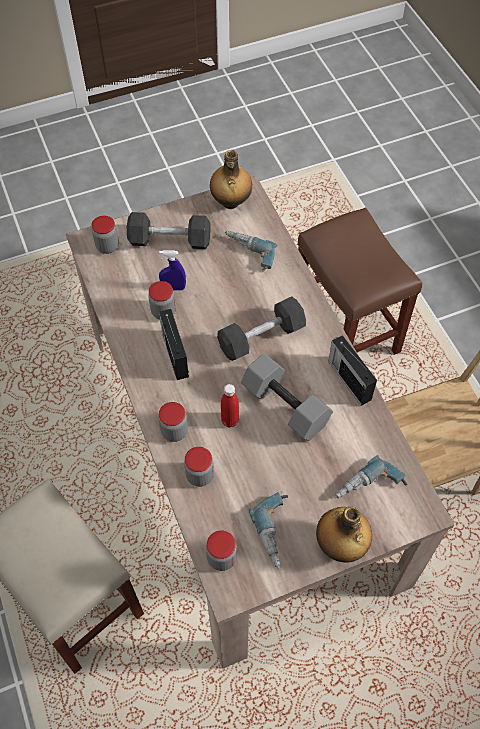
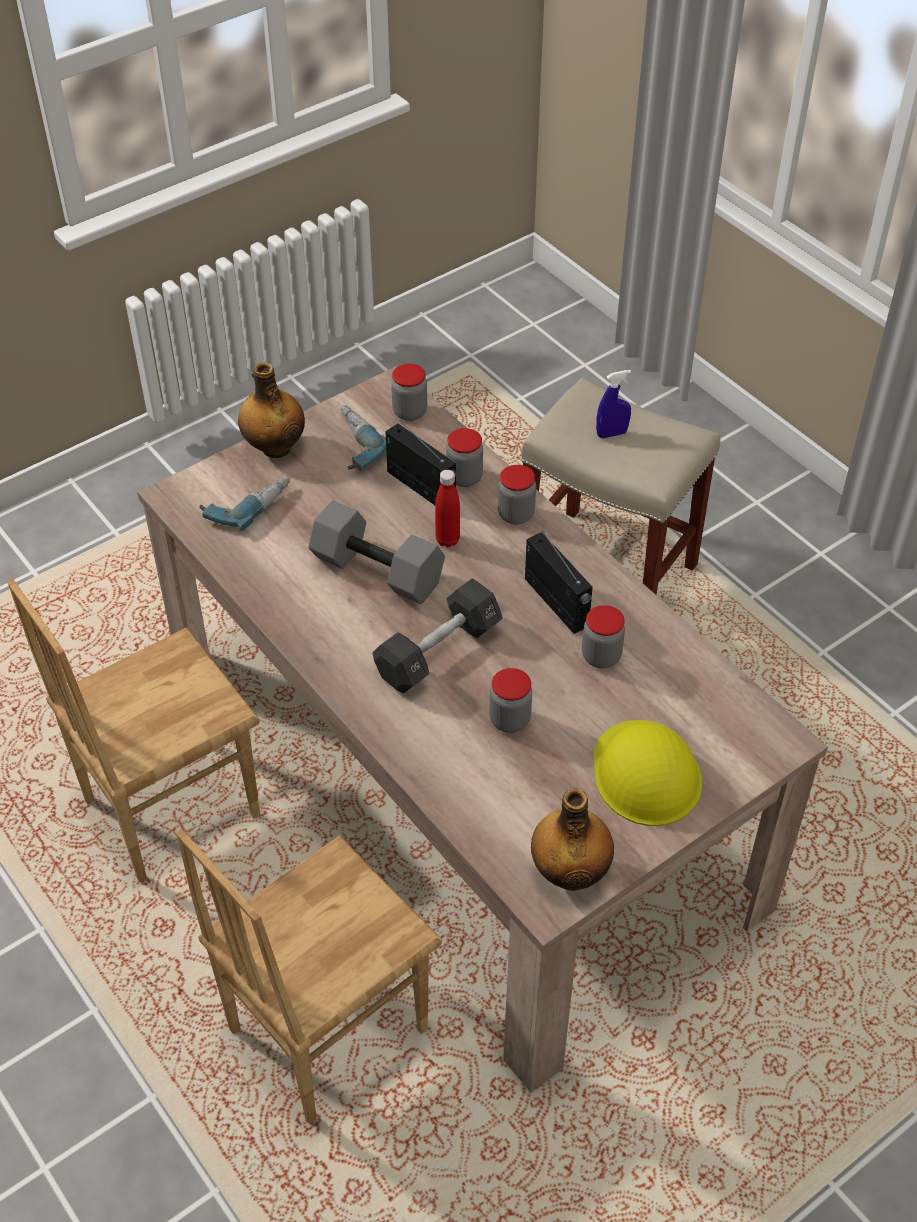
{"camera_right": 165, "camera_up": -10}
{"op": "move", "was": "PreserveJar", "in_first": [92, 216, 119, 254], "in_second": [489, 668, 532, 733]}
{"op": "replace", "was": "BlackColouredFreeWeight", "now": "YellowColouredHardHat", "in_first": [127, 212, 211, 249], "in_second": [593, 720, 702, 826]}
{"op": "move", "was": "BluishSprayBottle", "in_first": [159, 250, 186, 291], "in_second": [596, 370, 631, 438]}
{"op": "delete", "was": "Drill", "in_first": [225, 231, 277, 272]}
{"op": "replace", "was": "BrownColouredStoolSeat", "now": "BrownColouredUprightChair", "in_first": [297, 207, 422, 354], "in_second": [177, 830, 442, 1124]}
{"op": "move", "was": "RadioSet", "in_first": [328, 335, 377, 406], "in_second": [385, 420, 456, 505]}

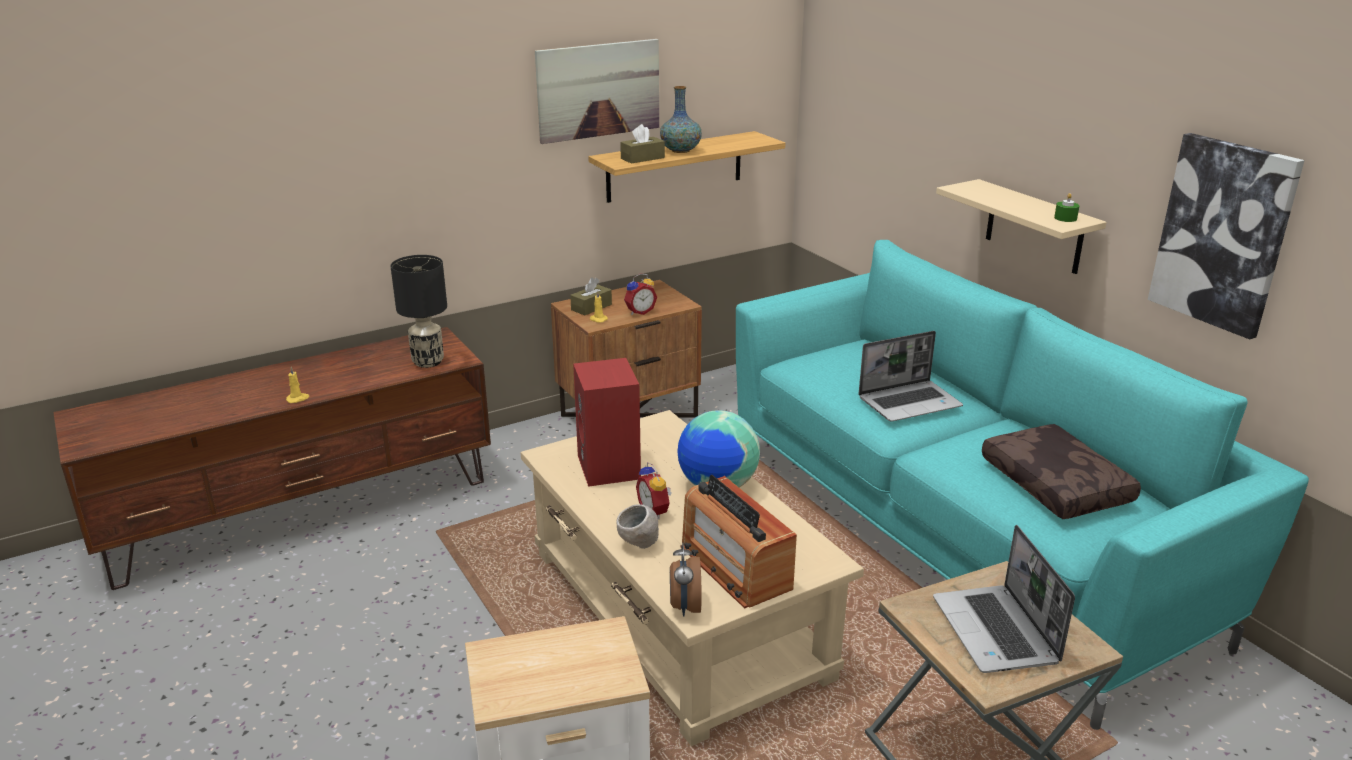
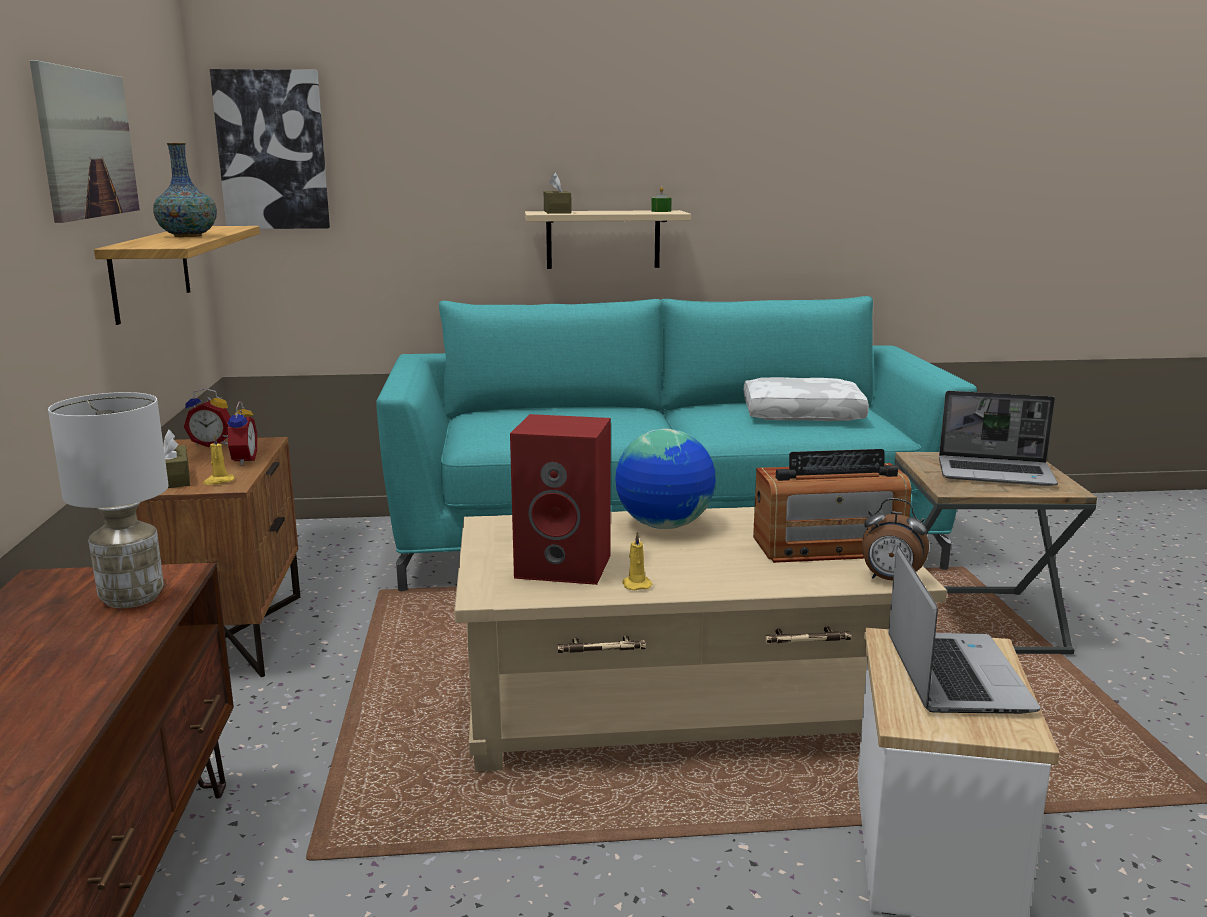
{"camera_right": -65, "camera_up": -10}
{"op": "move", "was": "YellowColouredWaxCandle", "in_first": [286, 367, 309, 403], "in_second": [623, 532, 653, 590]}
{"op": "recolor", "was": "BlackColouredTabletopLamp", "now": "WhitishTabletopLamp", "in_first": [391, 255, 447, 368], "in_second": [48, 392, 168, 608]}
{"op": "delete", "was": "GrayServingBowl", "in_first": [616, 504, 659, 549]}
{"op": "move", "was": "BrownColouredBoxOfTissues", "in_first": [620, 124, 665, 164], "in_second": [544, 172, 572, 214]}
{"op": "move", "was": "TableClock", "in_first": [636, 462, 672, 519], "in_second": [184, 388, 231, 447]}
{"op": "move", "was": "NotebookComputer", "in_first": [858, 331, 963, 421], "in_second": [889, 546, 1041, 714]}
{"op": "recolor", "was": "BrownColouredThrowPillow", "now": "WhitishThrowPillow", "in_first": [982, 424, 1141, 519], "in_second": [744, 377, 869, 421]}
{"op": "move", "was": "WallPicture", "in_first": [1148, 133, 1305, 339], "in_second": [210, 69, 330, 229]}

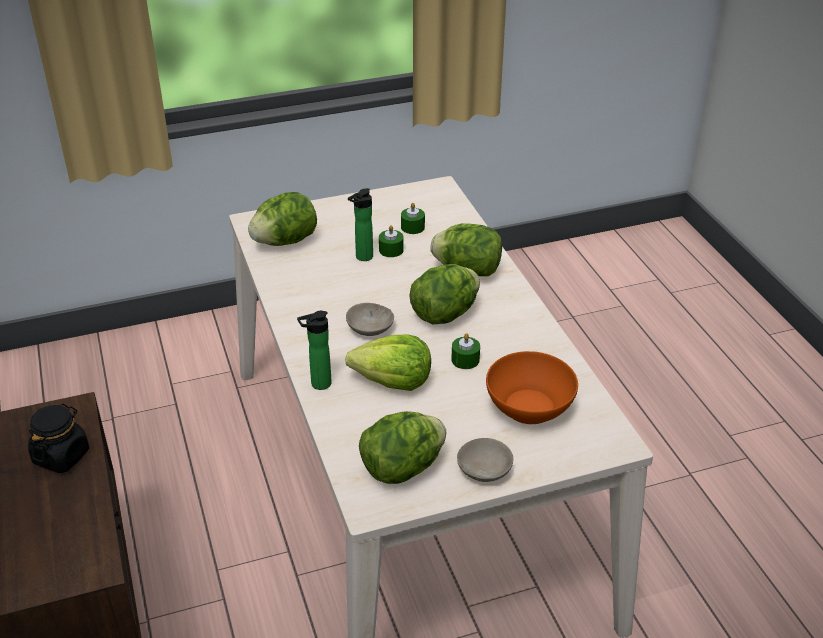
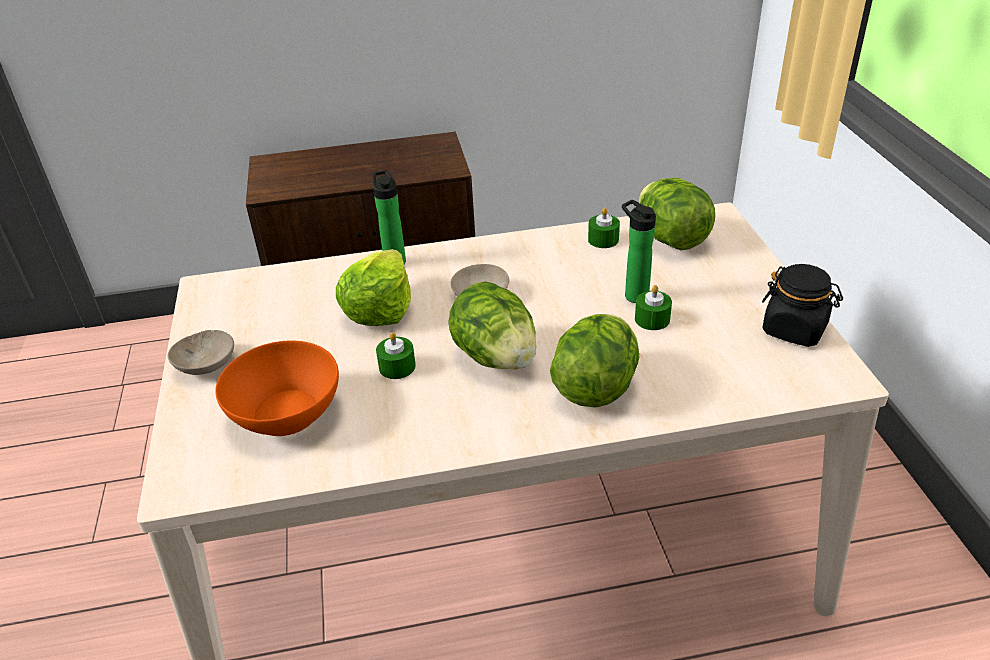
{"camera_right": 100, "camera_up": 0}
{"op": "move", "was": "BlackColouredPreserveJar", "in_first": [28, 404, 89, 473], "in_second": [762, 264, 843, 347]}
{"op": "delete", "was": "Lettuce", "in_first": [359, 411, 447, 484]}
{"op": "move", "was": "GreenColouredWaxCandle", "in_first": [401, 203, 425, 234], "in_second": [588, 208, 620, 248]}

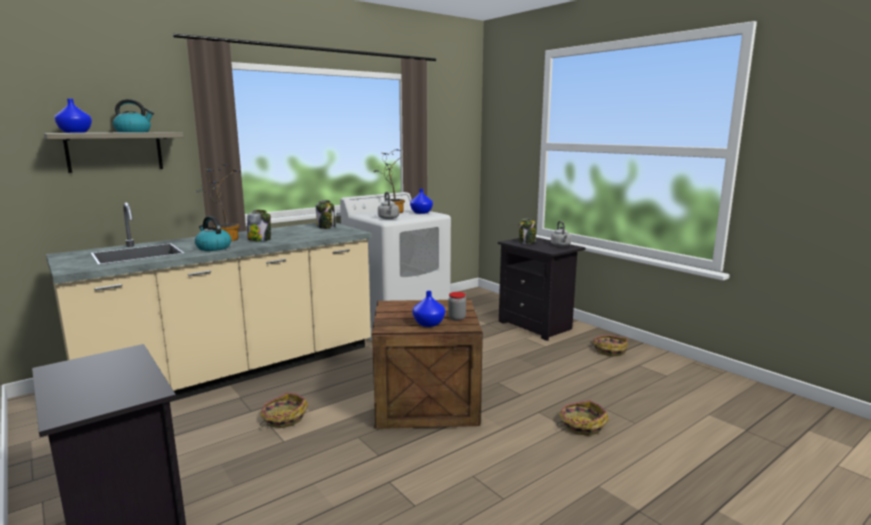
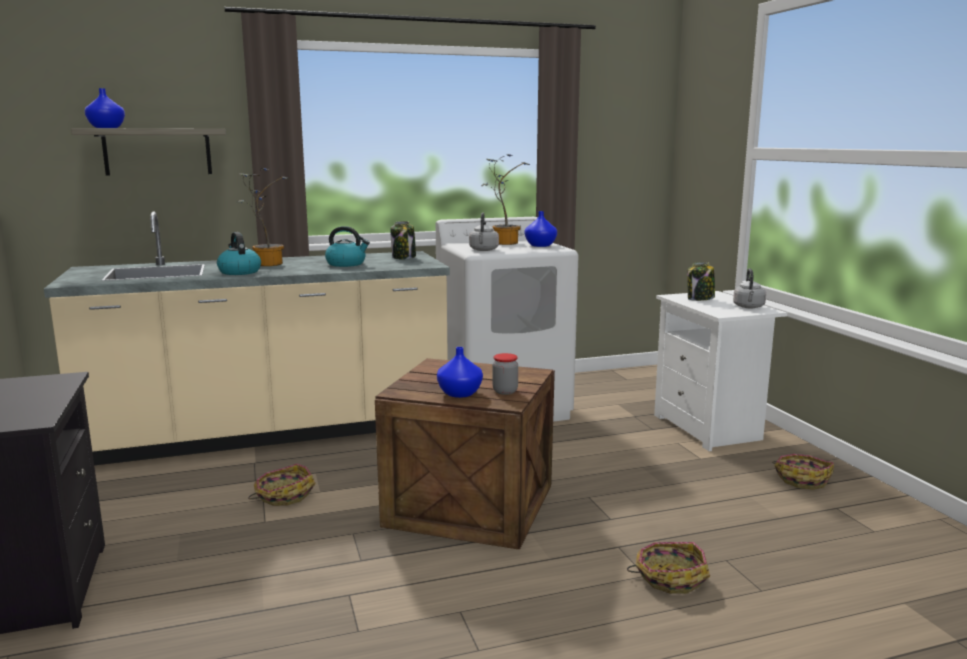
{"camera_right": 20, "camera_up": 0}
{"op": "move", "was": "TeaKettle", "in_first": [113, 99, 154, 132], "in_second": [325, 226, 370, 267]}
{"op": "delete", "was": "PreserveJar", "in_first": [247, 210, 271, 241]}
{"op": "recolor", "was": "BlackColouredBedsideTable", "now": "WhitishBedsideTable", "in_first": [498, 237, 586, 341], "in_second": [654, 291, 787, 451]}

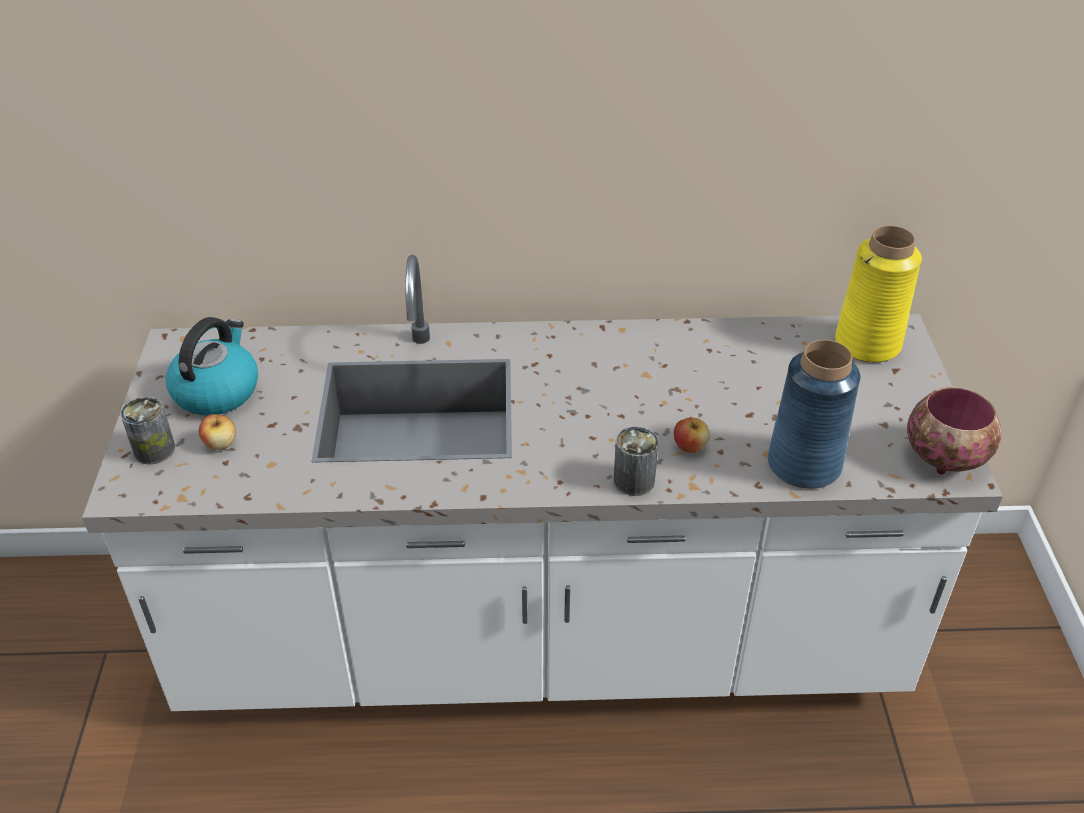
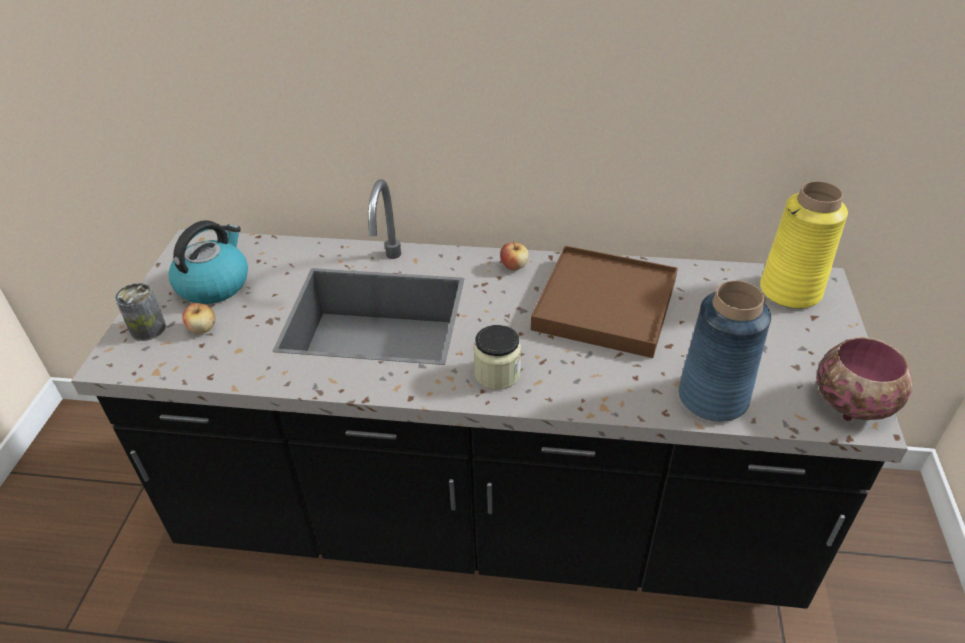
{"camera_right": 10, "camera_up": 0}
{"op": "recolor", "was": "WhitishKitchenCounter", "now": "BlackColouredKitchenCounter", "in_first": [82, 255, 1003, 711], "in_second": [71, 179, 908, 609]}
{"op": "delete", "was": "SealedCan", "in_first": [613, 427, 659, 496]}
{"op": "move", "was": "AppleFruit", "in_first": [674, 417, 710, 453], "in_second": [500, 241, 529, 270]}
{"op": "insert", "now": "PreserveJar", "in_second": [474, 325, 521, 390]}
{"op": "insert", "now": "BrownColouredServingTray", "in_second": [531, 246, 678, 358]}

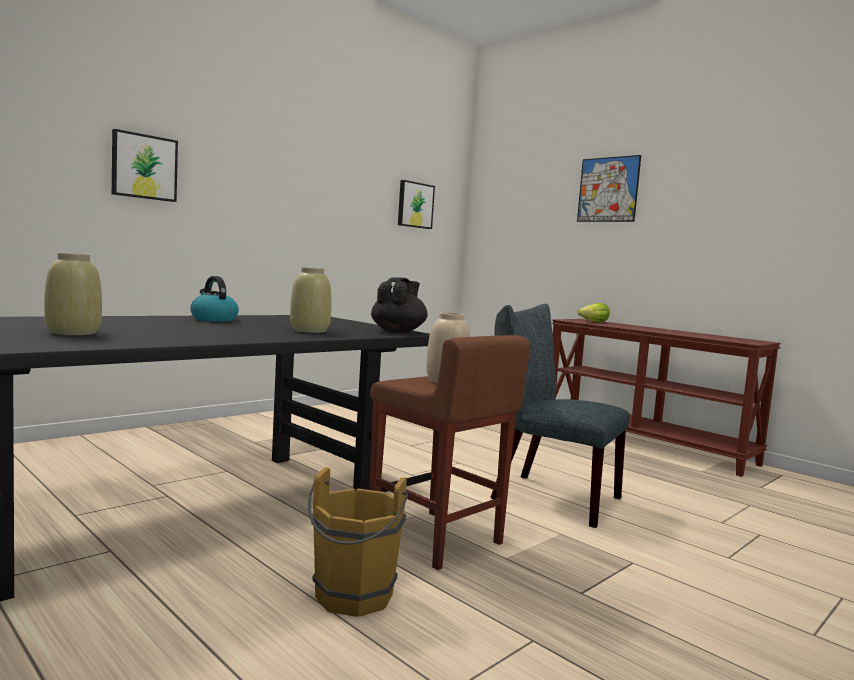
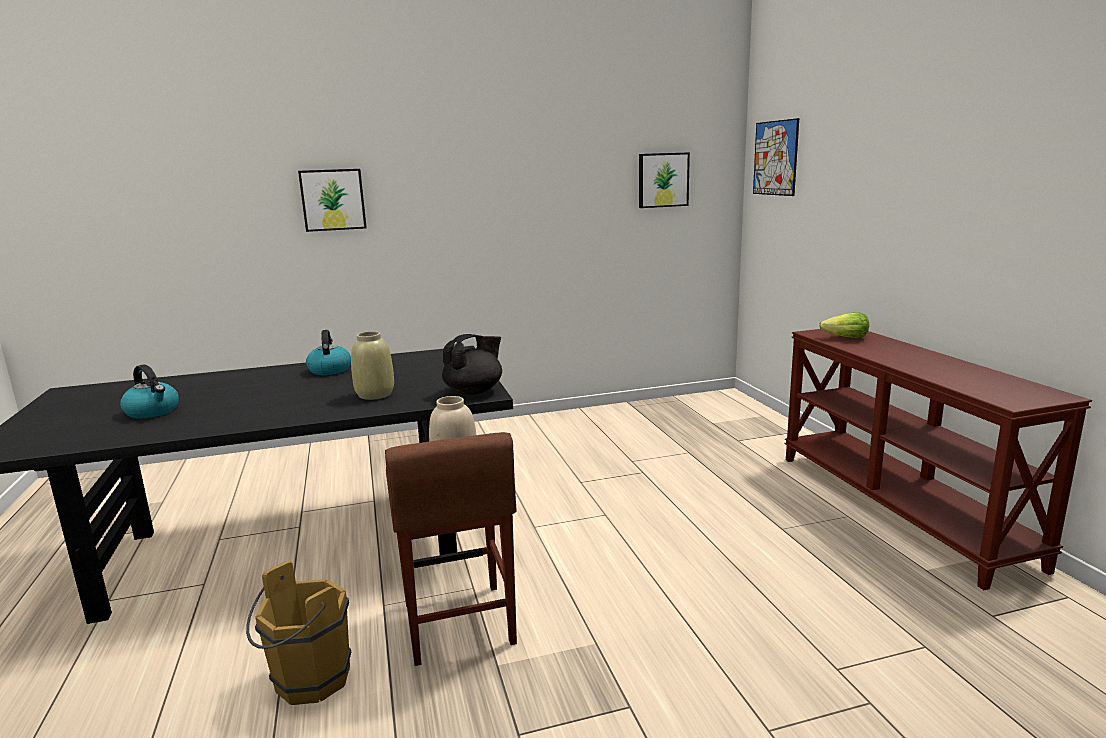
{"camera_right": 30, "camera_up": 10}
{"op": "replace", "was": "SandColouredDecorativeVase", "now": "TeaKettle", "in_first": [44, 253, 102, 335], "in_second": [120, 364, 179, 419]}
{"op": "delete", "was": "GrayUprightChair", "in_first": [491, 304, 630, 528]}
{"op": "move", "was": "WallPicture", "in_first": [577, 155, 641, 222], "in_second": [753, 118, 799, 196]}

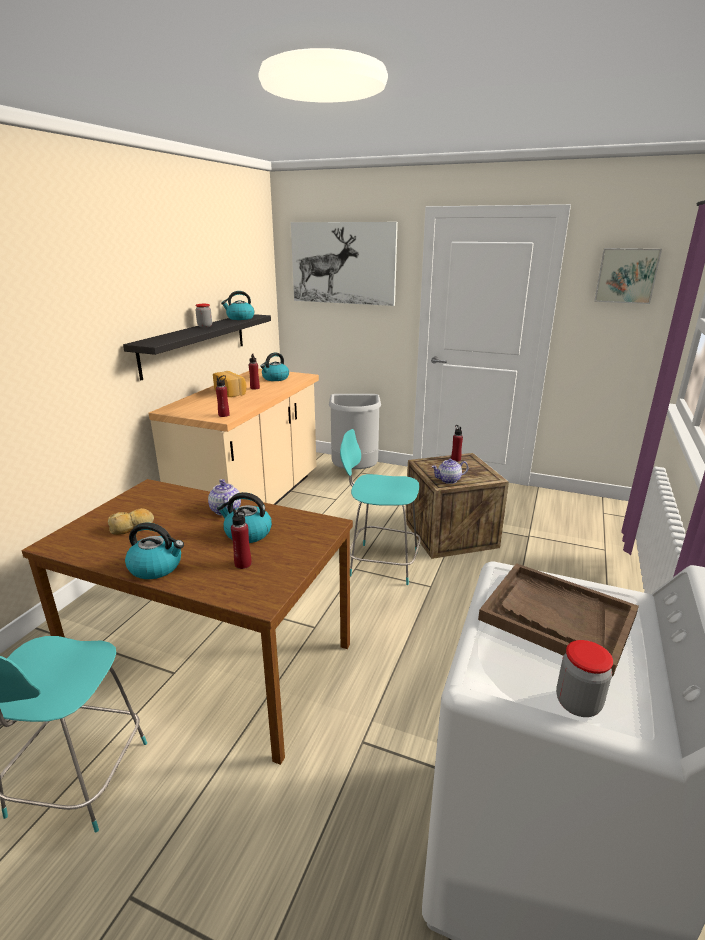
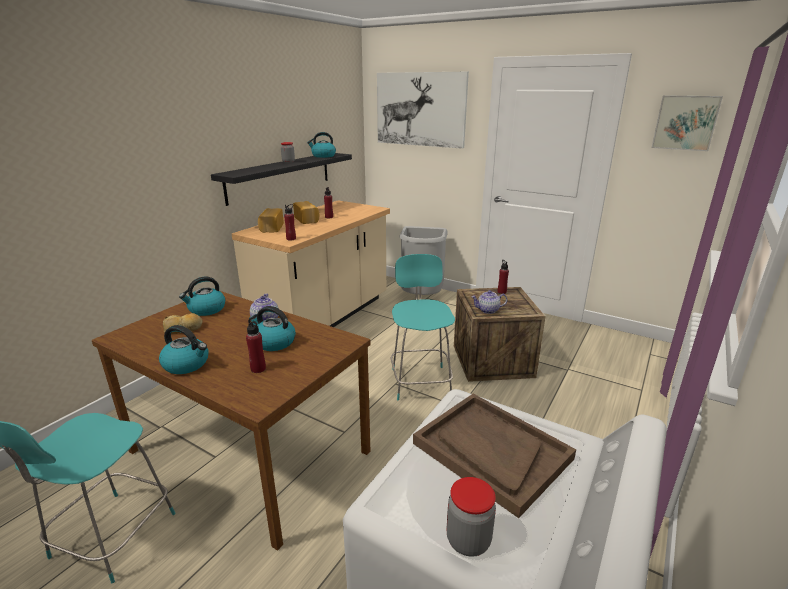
{"camera_right": 10, "camera_up": 0}
{"op": "move", "was": "TeaKettle", "in_first": [260, 352, 289, 381], "in_second": [179, 277, 225, 316]}
{"op": "rotate", "was": "BlueGreenUprightChair", "in_first": [340, 429, 421, 585], "in_second": [391, 254, 455, 400], "clockwise": 60}
{"op": "insert", "now": "BakedBread", "in_second": [258, 208, 284, 233]}

